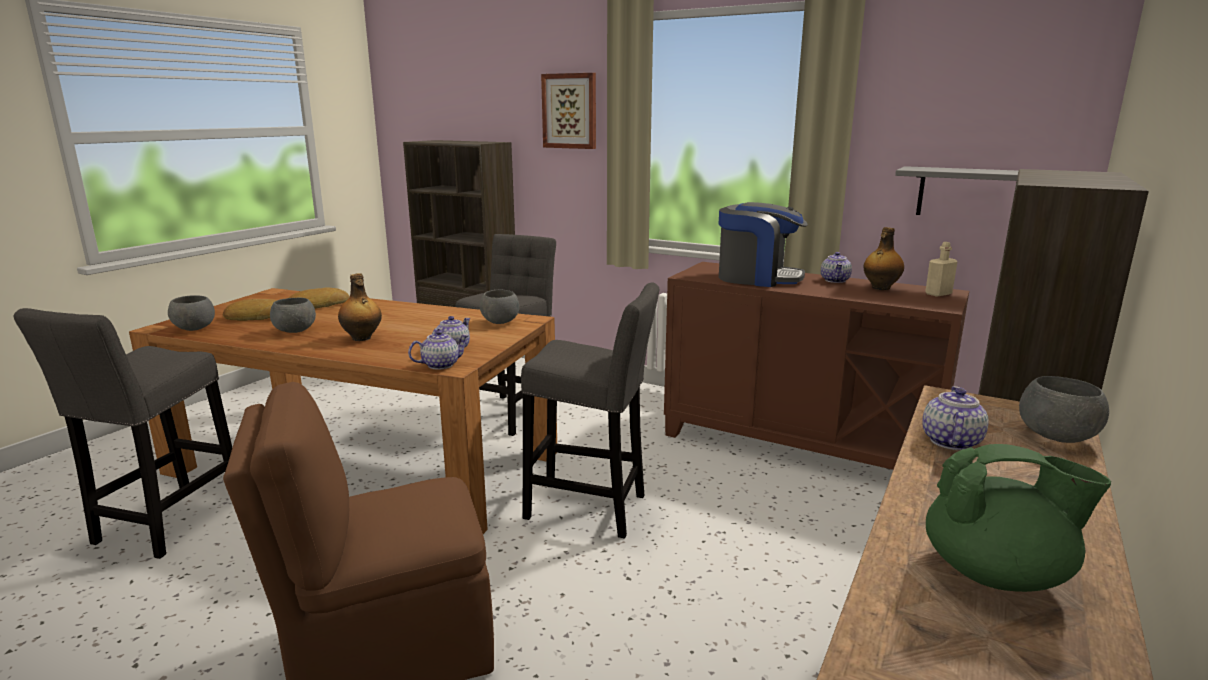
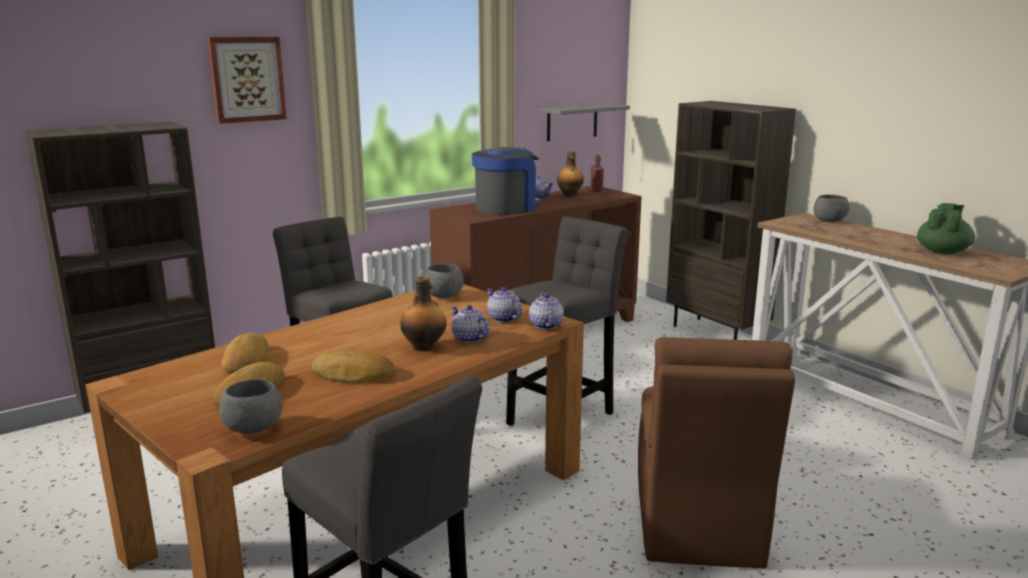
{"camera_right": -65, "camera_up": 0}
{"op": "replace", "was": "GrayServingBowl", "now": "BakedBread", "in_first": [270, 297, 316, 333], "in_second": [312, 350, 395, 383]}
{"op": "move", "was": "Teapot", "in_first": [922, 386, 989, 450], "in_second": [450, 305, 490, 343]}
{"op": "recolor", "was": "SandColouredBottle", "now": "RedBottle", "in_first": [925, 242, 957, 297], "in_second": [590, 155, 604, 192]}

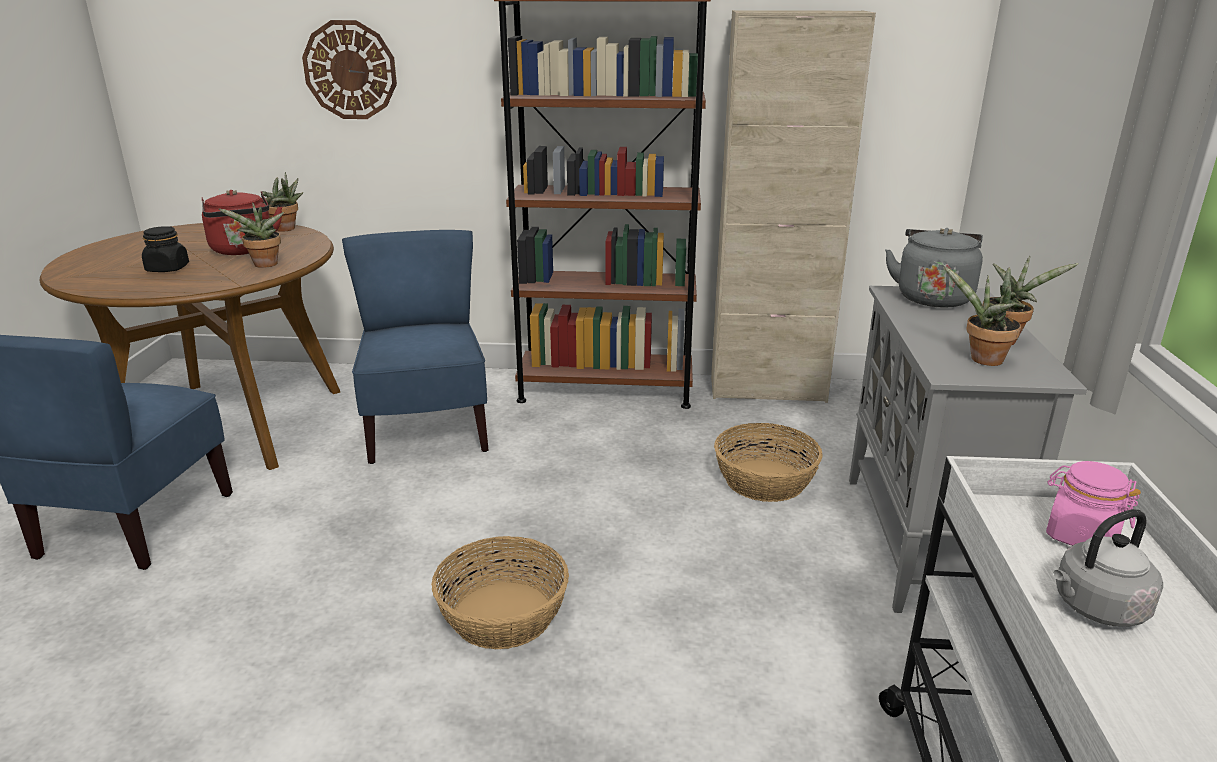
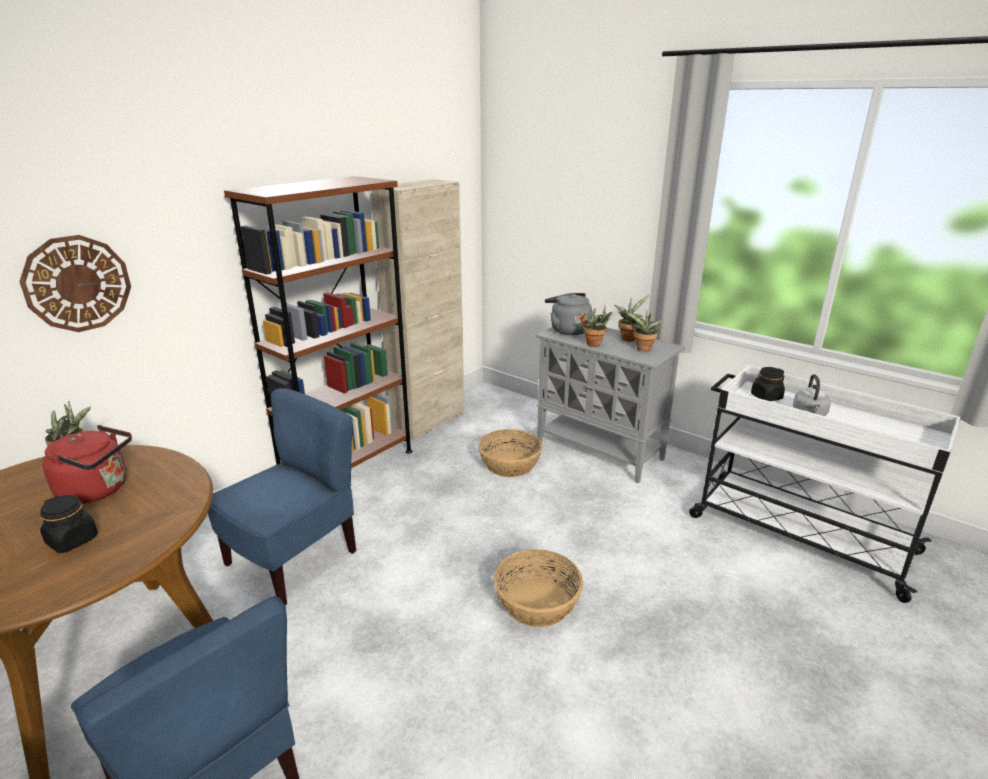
{"camera_right": -55, "camera_up": 0}
{"op": "move", "was": "PottedPlant", "in_first": [219, 203, 284, 268], "in_second": [583, 306, 612, 347]}
{"op": "rotate", "was": "BluishUprightChair", "in_first": [342, 230, 489, 464], "in_second": [208, 388, 356, 605], "clockwise": 105}
{"op": "recolor", "was": "PinkPreserveJar", "now": "BlackColouredPreserveJar", "in_first": [1046, 461, 1141, 546], "in_second": [751, 367, 785, 401]}

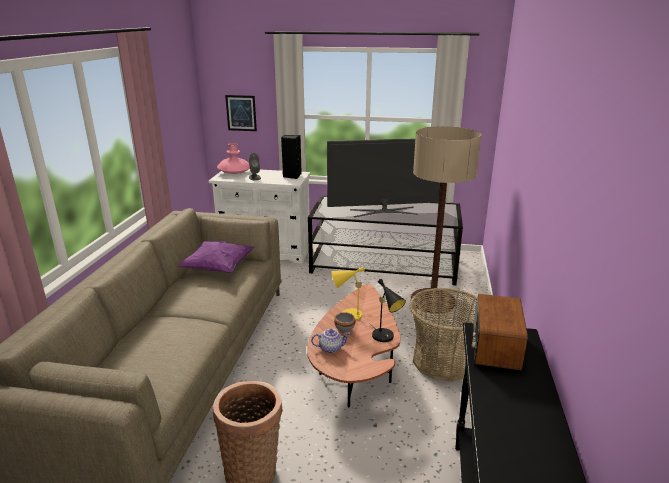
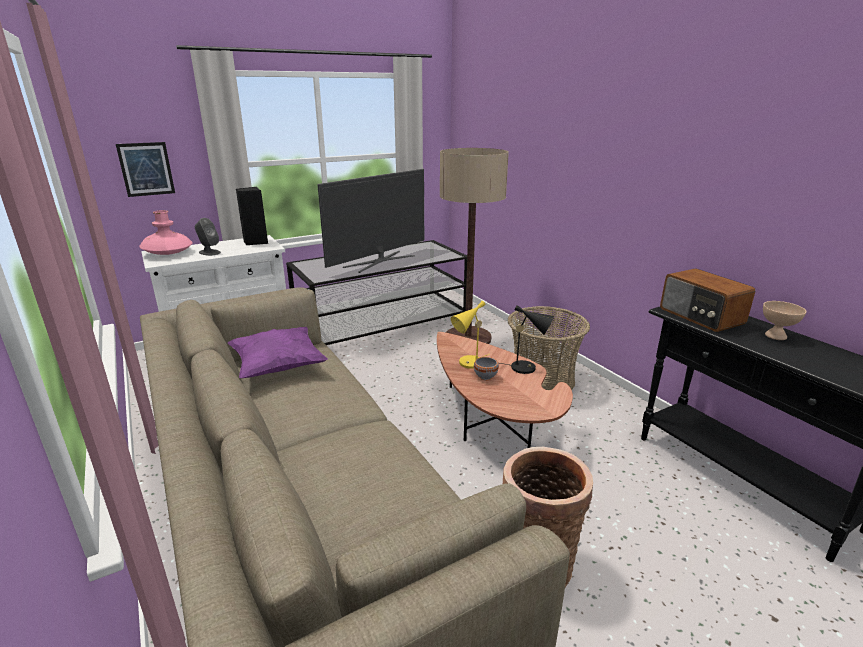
{"camera_right": -40, "camera_up": 0}
{"op": "delete", "was": "Teapot", "in_first": [311, 329, 351, 353]}
{"op": "insert", "now": "SandColouredServingBowl", "in_second": [763, 301, 806, 340]}

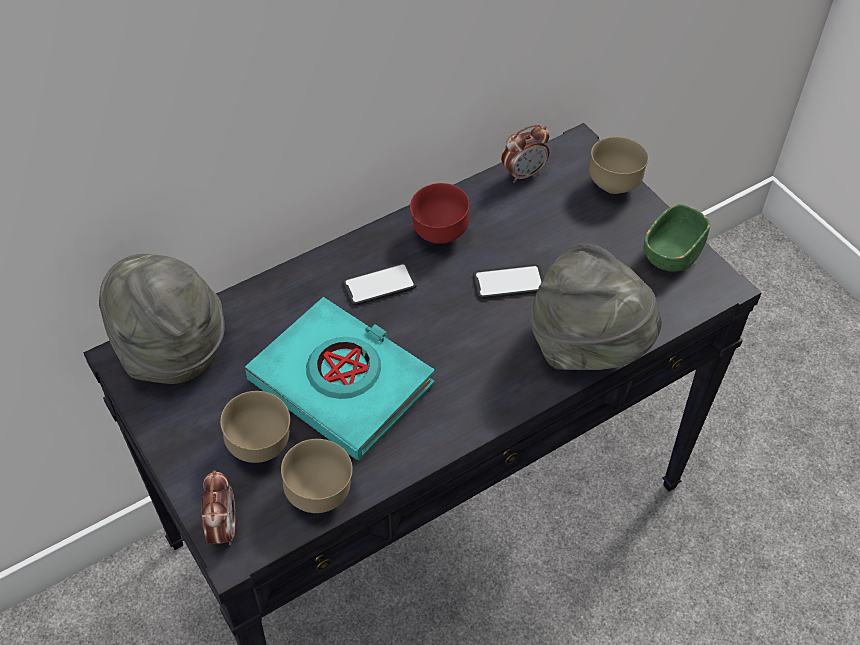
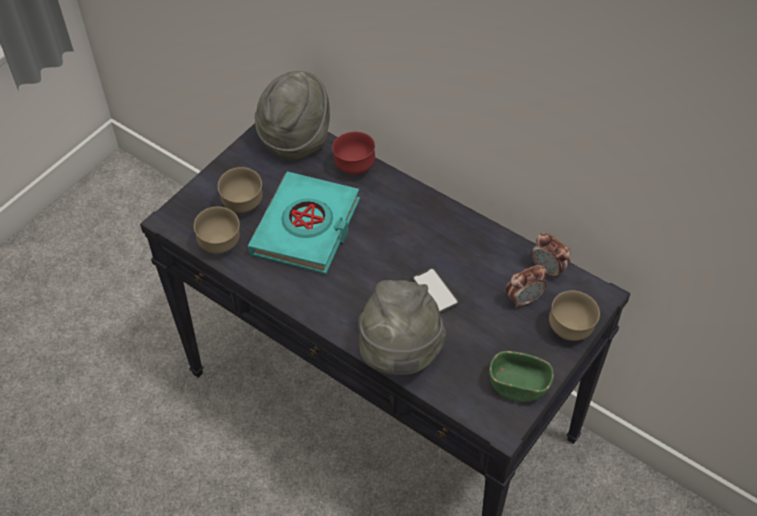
{"camera_right": 70, "camera_up": 0}
{"op": "move", "was": "TableClock", "in_first": [202, 470, 235, 545], "in_second": [506, 265, 547, 308]}
{"op": "delete", "was": "Phone", "in_first": [342, 262, 417, 306]}
{"op": "move", "was": "RedServingBowl", "in_first": [410, 183, 469, 244], "in_second": [332, 132, 375, 174]}

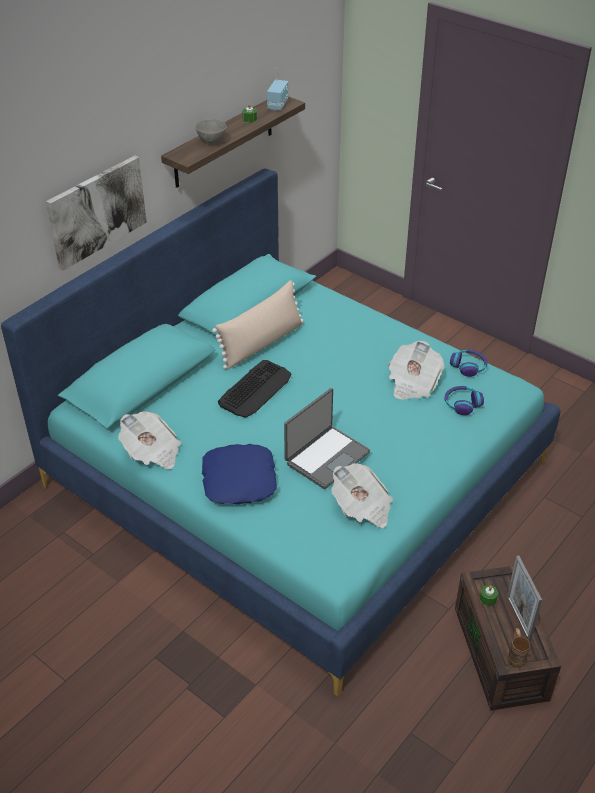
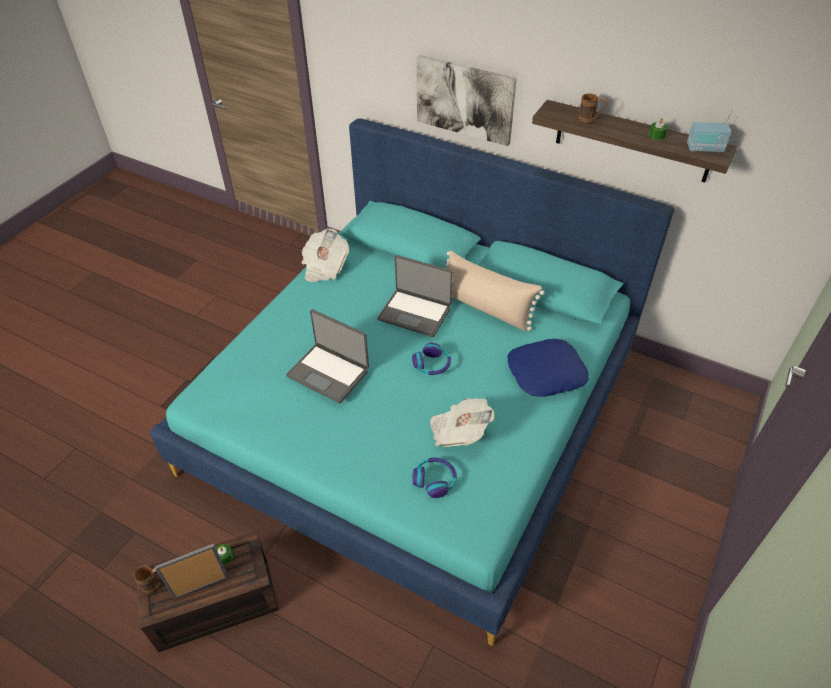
{"camera_right": 80, "camera_up": 5}
{"op": "replace", "was": "GrayServingBowl", "now": "BrownColouredTeaMug", "in_first": [195, 119, 227, 145], "in_second": [578, 93, 607, 125]}
{"op": "move", "was": "BluishThrowPillow", "in_first": [202, 444, 277, 504], "in_second": [507, 339, 589, 397]}
{"op": "replace", "was": "Keyboard", "now": "NotebookComputer", "in_first": [218, 360, 291, 418], "in_second": [377, 255, 453, 337]}
{"op": "delete", "was": "DailyPaper", "in_first": [331, 463, 393, 528]}
{"op": "move", "was": "Headset", "in_first": [450, 350, 488, 377], "in_second": [412, 343, 451, 375]}

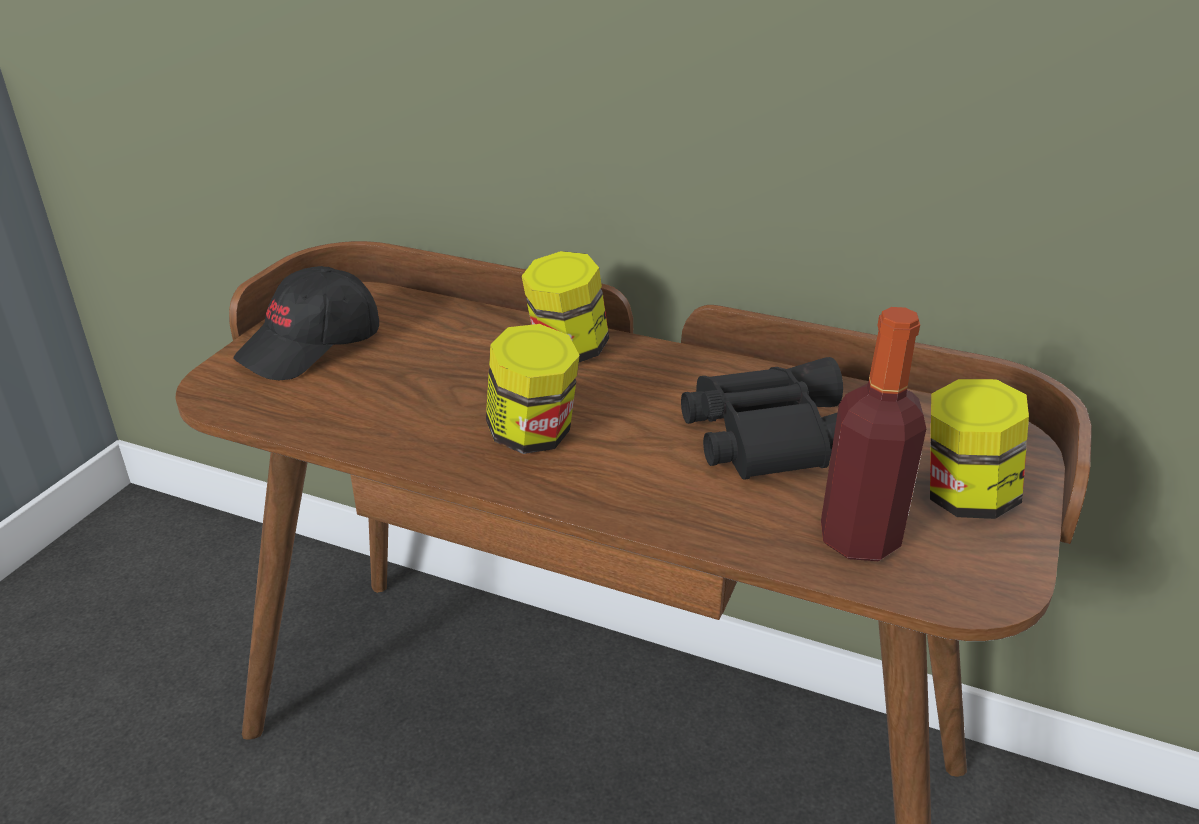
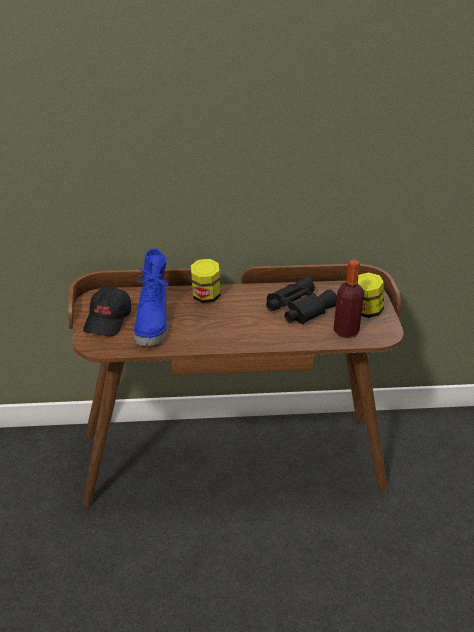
{"camera_right": -30, "camera_up": 0}
{"op": "delete", "was": "PreserveJar", "in_first": [486, 324, 580, 454]}
{"op": "insert", "now": "BluishHighTopBoot", "in_second": [134, 249, 169, 346]}

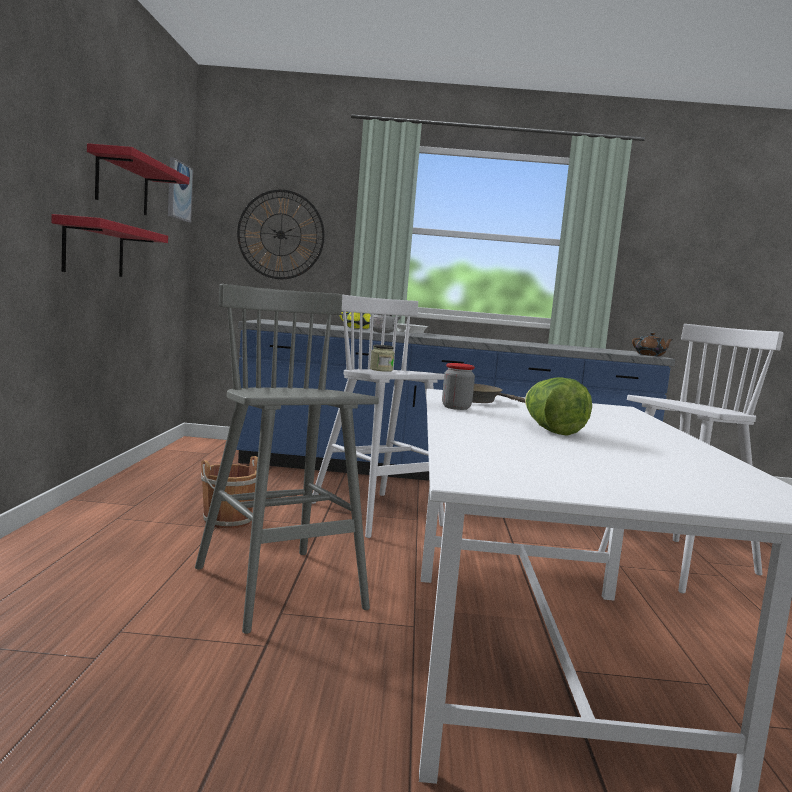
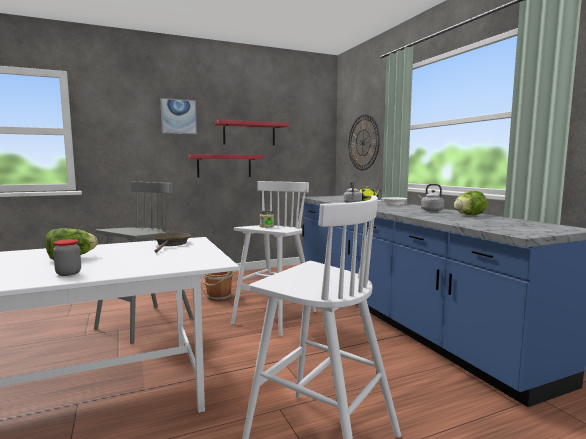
{"camera_right": 65, "camera_up": 0}
{"op": "move", "was": "WallPicture", "in_first": [168, 157, 193, 223], "in_second": [160, 98, 197, 135]}
{"op": "move", "was": "PreserveJar", "in_first": [442, 363, 475, 410], "in_second": [53, 239, 81, 276]}
{"op": "delete", "was": "BrownColouredTeapot", "in_first": [632, 332, 673, 356]}
{"op": "insert", "now": "GrayTeaKettle", "in_second": [418, 184, 444, 212]}
{"op": "insert", "now": "Lettuce", "in_second": [454, 191, 487, 215]}

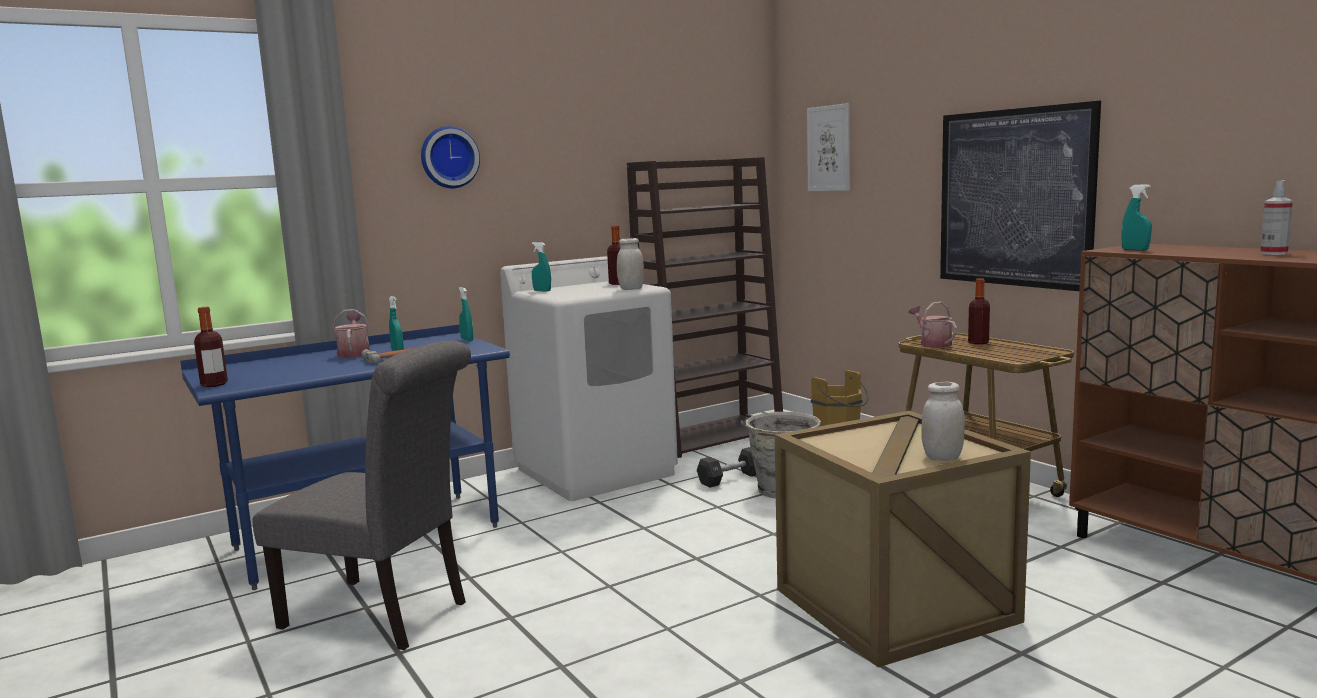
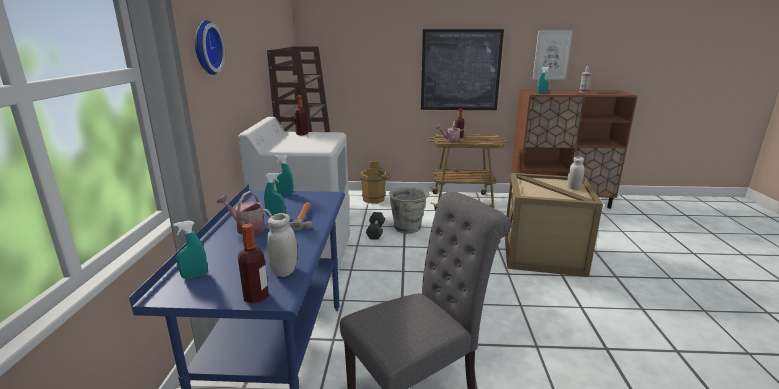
{"camera_right": -55, "camera_up": 10}
{"op": "move", "was": "BlueGreenSprayBottle", "in_first": [532, 242, 551, 291], "in_second": [173, 221, 207, 279]}
{"op": "move", "was": "WhitishPreserveJar", "in_first": [617, 238, 644, 290], "in_second": [267, 213, 297, 277]}
{"op": "move", "was": "WallPicture", "in_first": [807, 103, 850, 191], "in_second": [533, 30, 573, 80]}

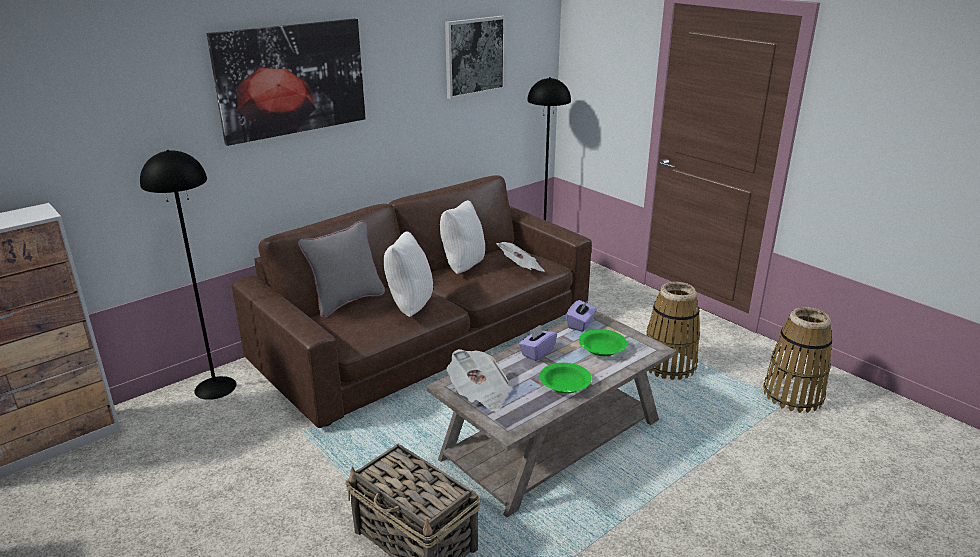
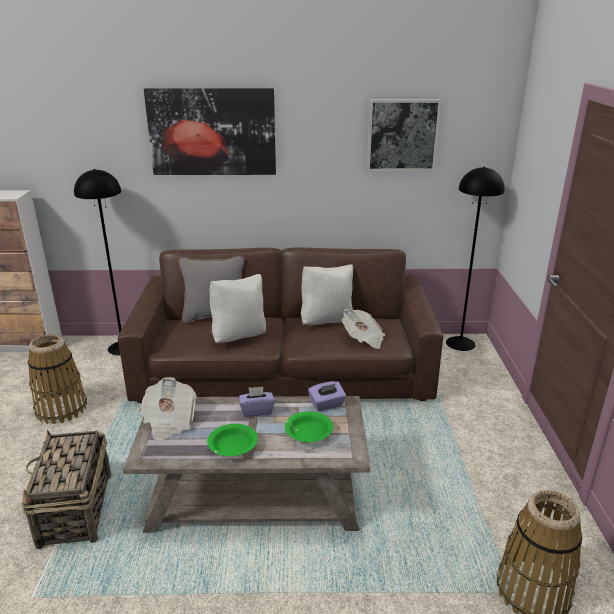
{"camera_right": 40, "camera_up": 0}
{"op": "move", "was": "Basket", "in_first": [647, 282, 700, 380], "in_second": [28, 334, 87, 424]}

